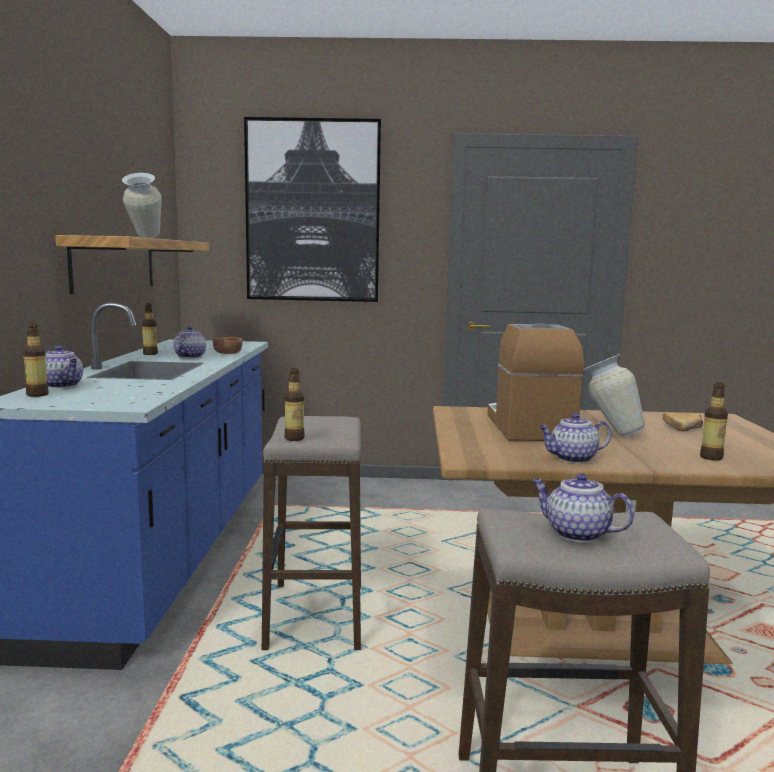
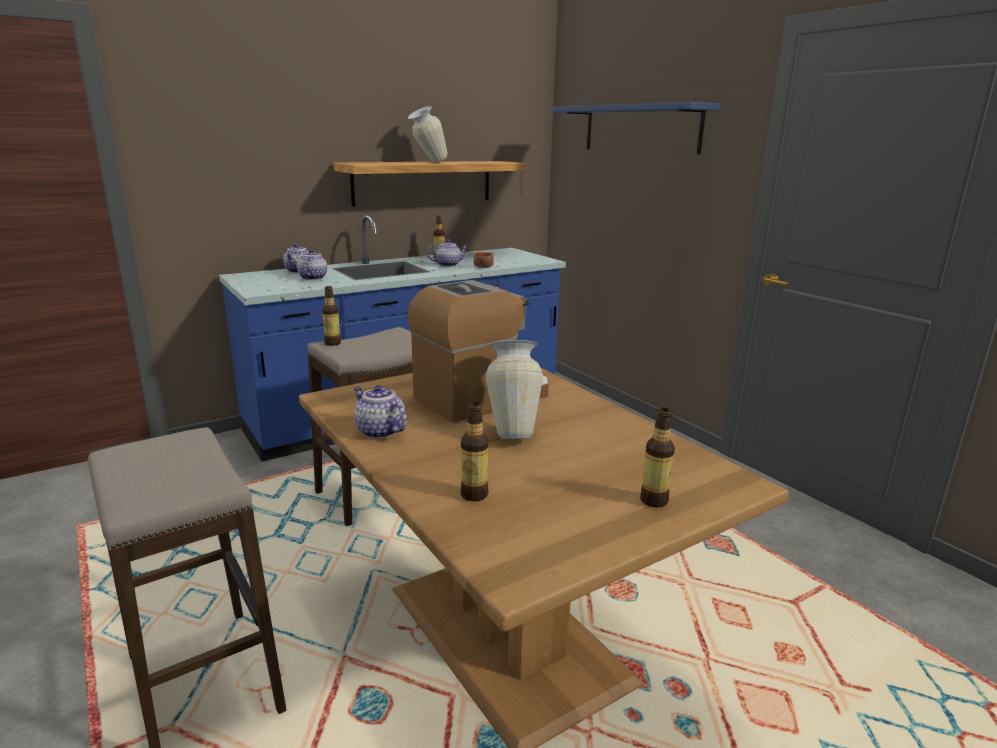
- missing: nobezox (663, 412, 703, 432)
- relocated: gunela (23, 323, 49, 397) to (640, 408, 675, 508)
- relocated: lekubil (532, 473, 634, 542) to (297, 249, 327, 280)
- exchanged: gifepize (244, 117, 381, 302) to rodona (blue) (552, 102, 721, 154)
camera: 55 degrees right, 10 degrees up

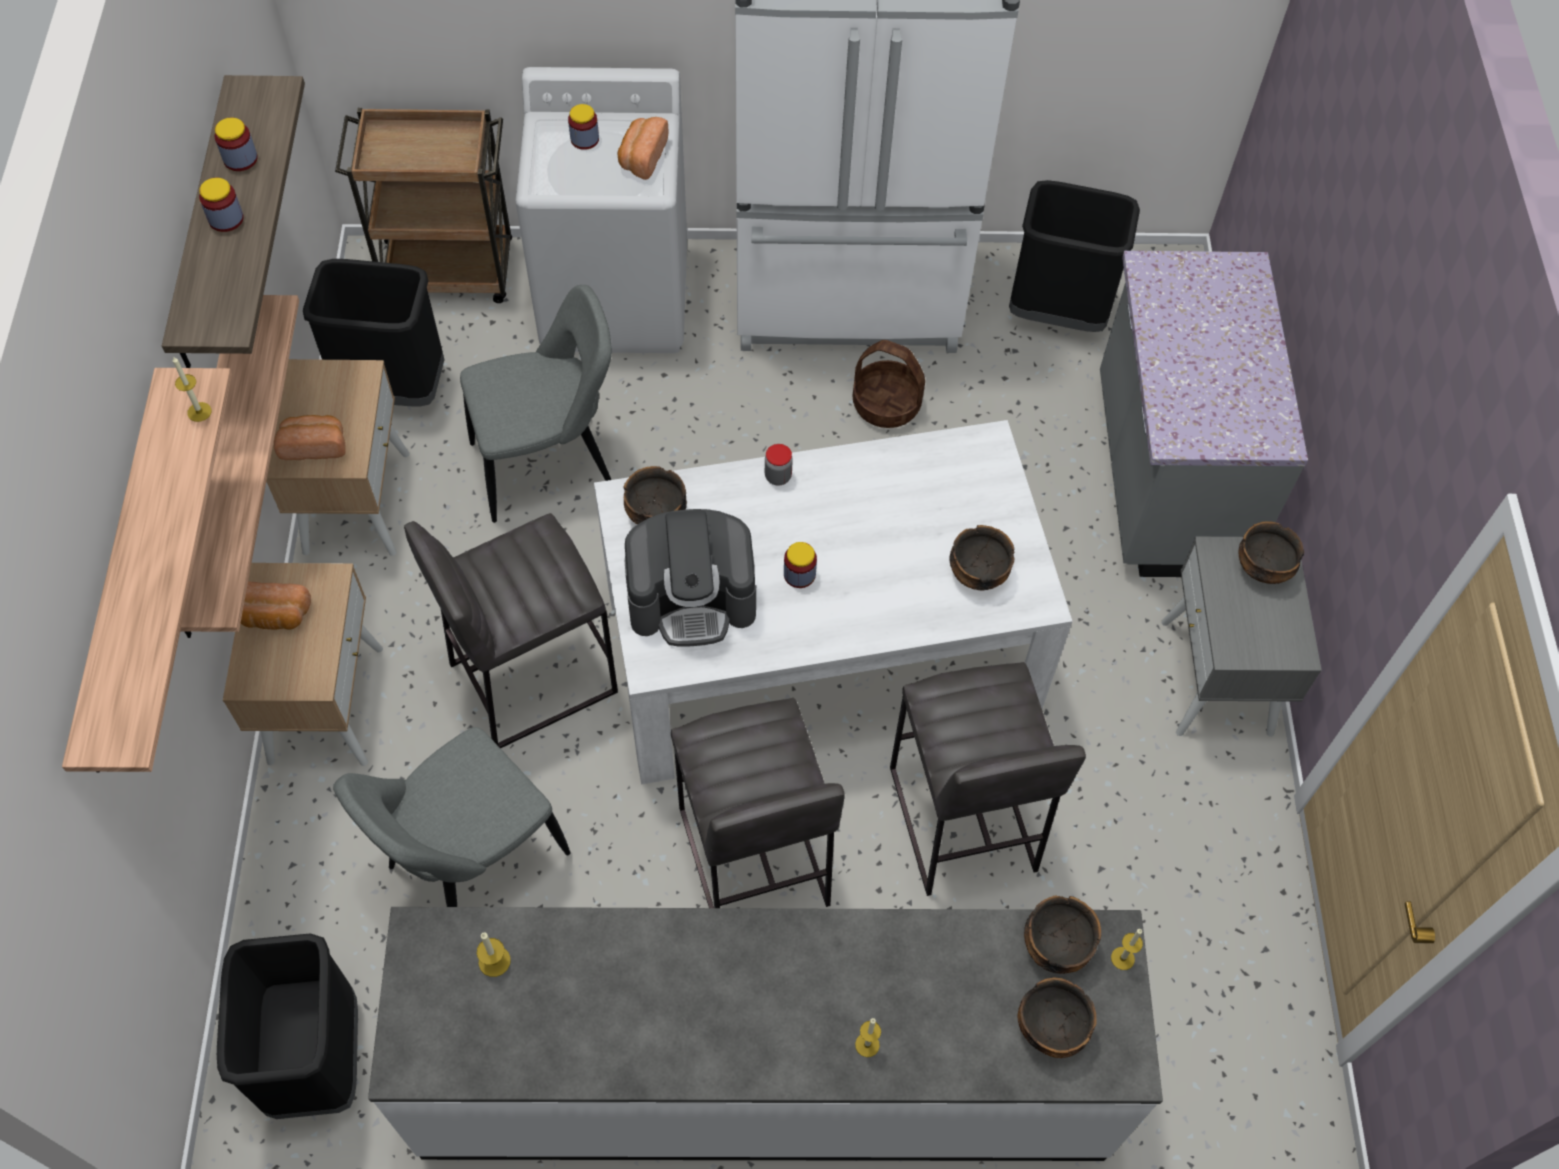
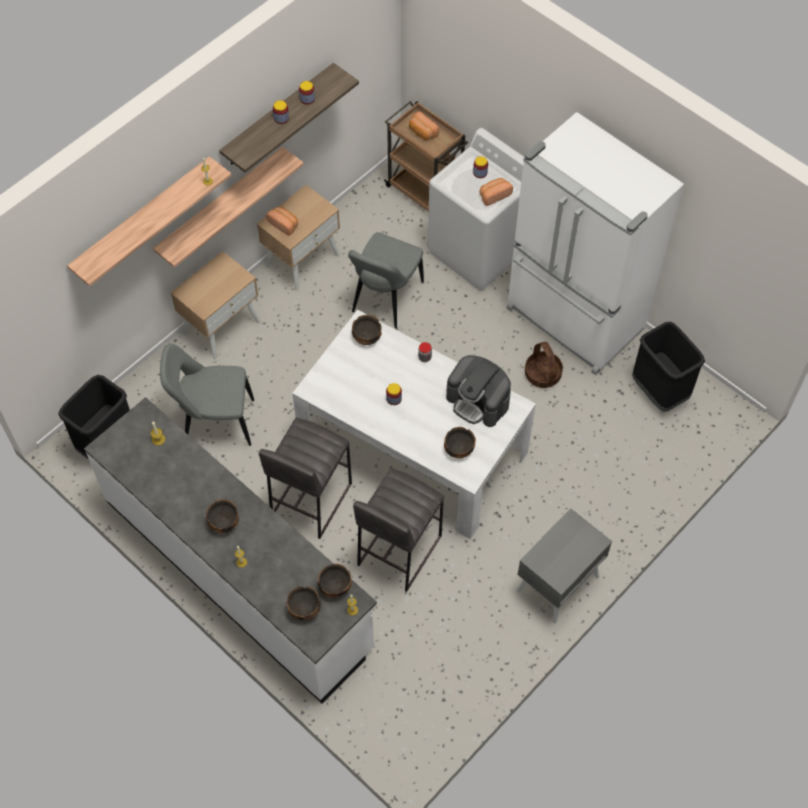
- missing: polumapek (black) (303, 259, 445, 406)
- missing: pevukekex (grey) (404, 513, 618, 748)
- missing: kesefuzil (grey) (1100, 251, 1308, 577)
- relocated: nobezox (241, 581, 311, 630) to (409, 111, 439, 140)
- relocated: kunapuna (625, 509, 756, 647) to (446, 355, 511, 427)
- relocated: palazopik (1239, 521, 1304, 584) to (206, 499, 239, 533)
- spun: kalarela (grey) (460, 285, 612, 523) = (348, 232, 424, 328) 90 degrees clockwise
camera: 45 degrees right, 0 degrees up

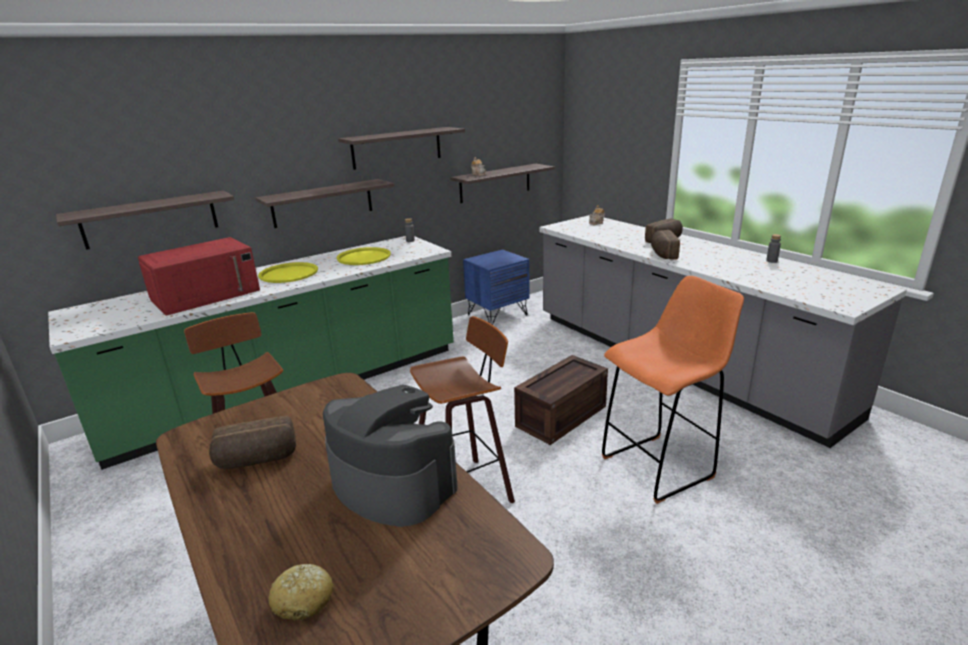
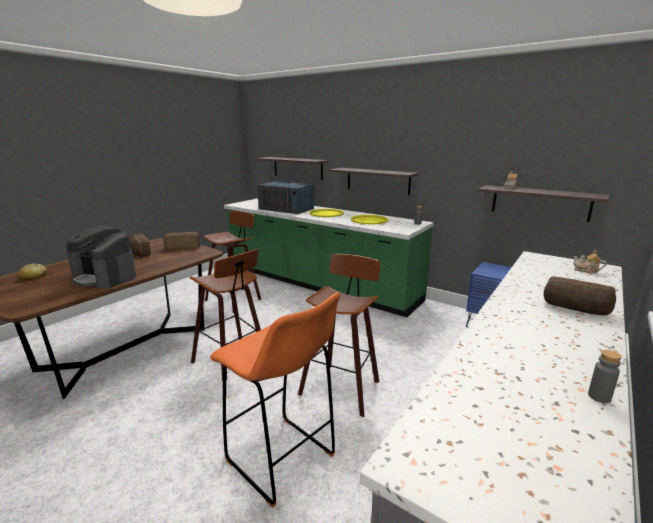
- missing: rodona (338, 127, 465, 170)
- relocated: nobezox (651, 230, 680, 259) to (163, 232, 200, 250)
- exchanged: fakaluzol (514, 355, 608, 445) to pevukekex (298, 254, 381, 417)
- colour: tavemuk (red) (138, 237, 260, 316) to tavemuk (blue) (257, 182, 314, 214)
- spun: kunapuna (323, 385, 458, 527) = (66, 226, 136, 289) 105 degrees clockwise
camera: 70 degrees right, 5 degrees down

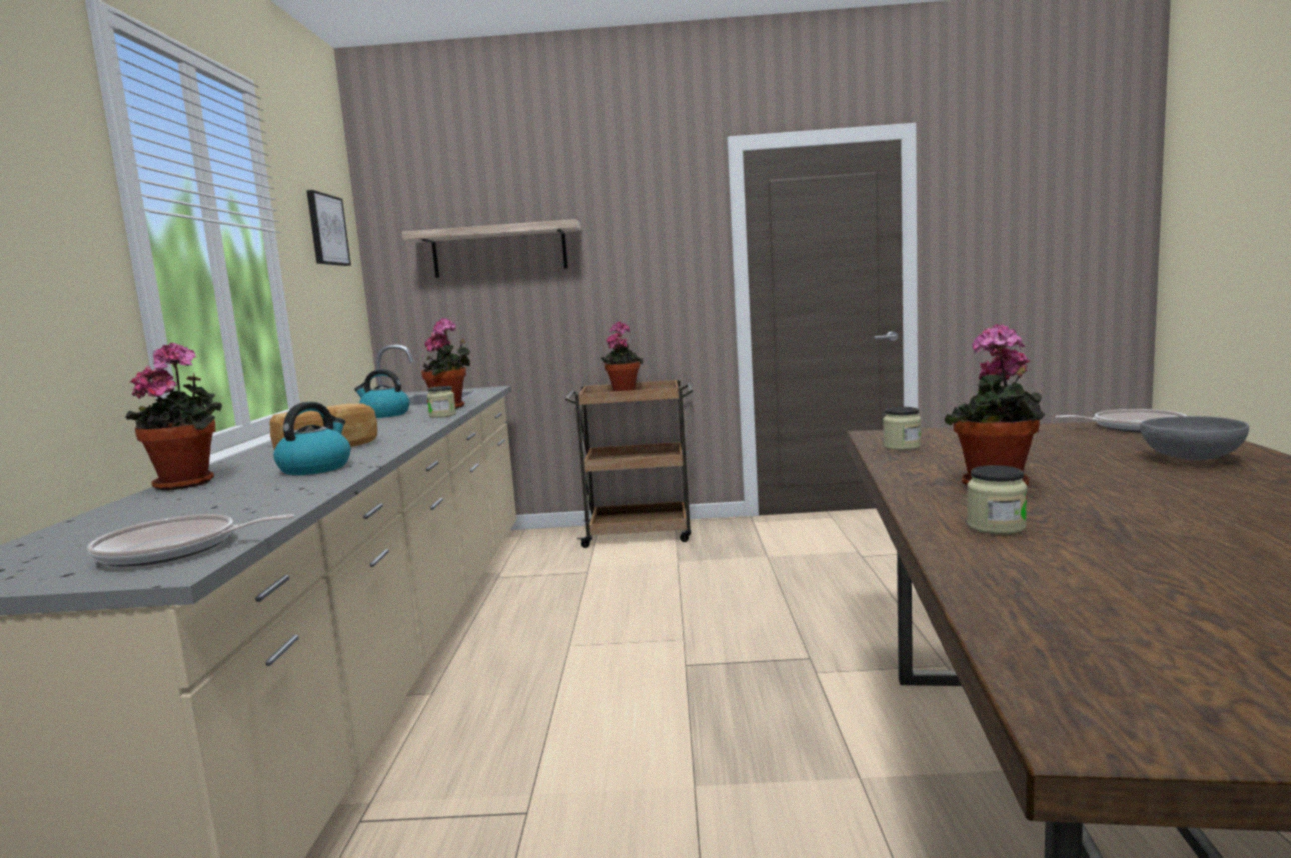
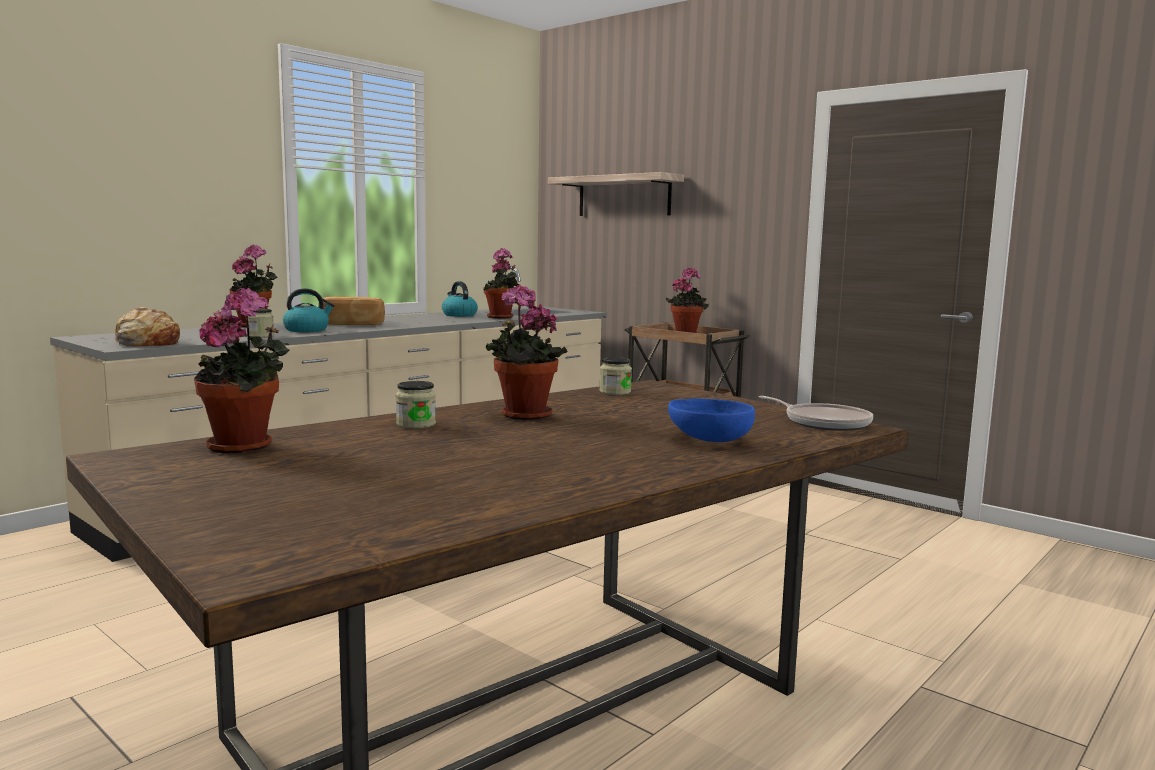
- missing: gifepize (306, 190, 351, 266)
- appeared: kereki (194, 288, 290, 453)
- relocated: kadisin (426, 386, 456, 418) to (248, 309, 274, 338)
- exchanged: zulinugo (88, 514, 294, 567) to nobezox (114, 307, 180, 346)
- colour: palazopik (grey) (1140, 416, 1249, 460) to palazopik (blue) (668, 398, 755, 442)
camera: 40 degrees right, 0 degrees up

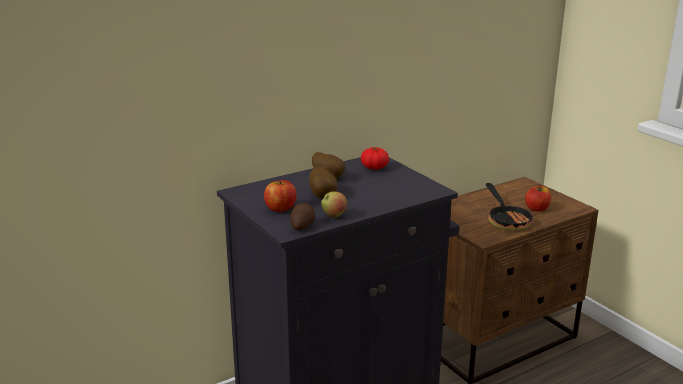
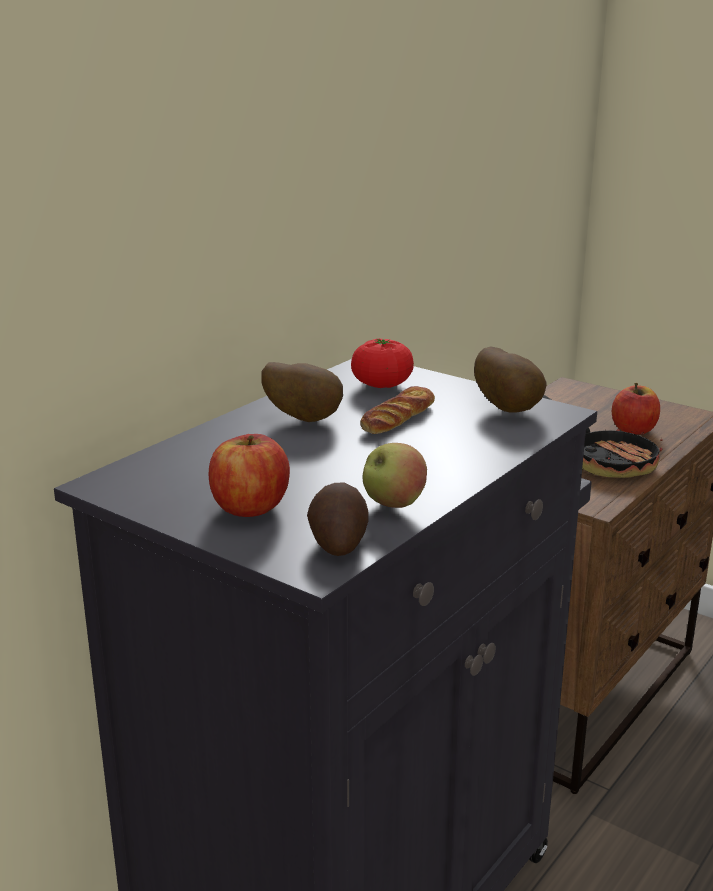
- appeared: nobezox (360, 386, 435, 434)
- relocated: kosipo (309, 166, 337, 198) to (474, 346, 546, 413)
camera: 20 degrees left, 0 degrees up

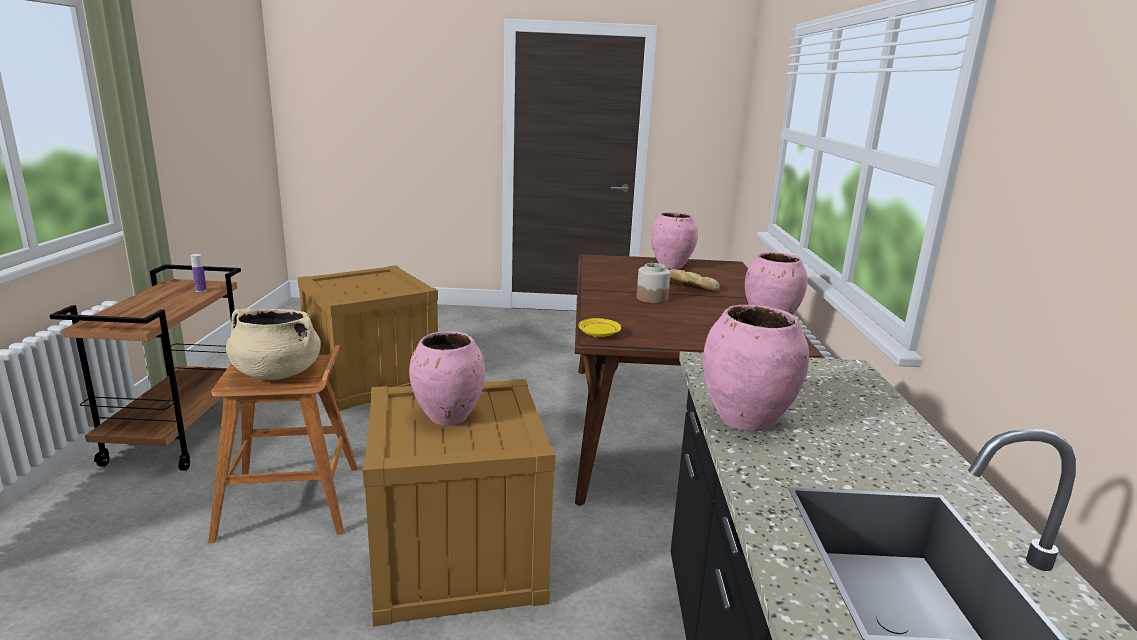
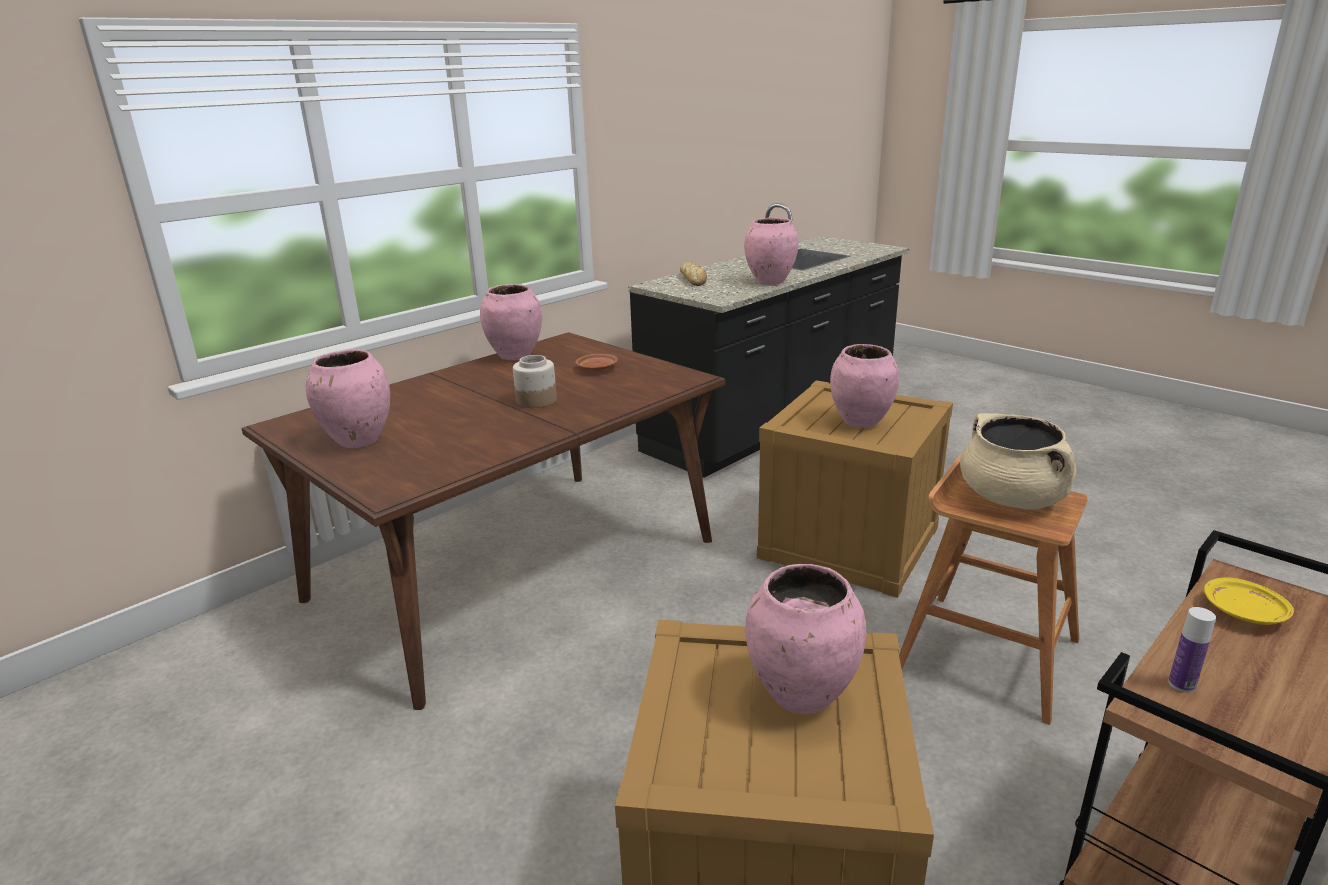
- appeared: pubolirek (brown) (575, 354, 618, 371)
- appeared: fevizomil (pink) (745, 564, 866, 715)
- relocated: pubolirek (yellow) (578, 318, 621, 337) to (1204, 578, 1294, 625)
- relocated: nobezox (670, 269, 720, 292) to (680, 262, 707, 286)
camera: 135 degrees left, 5 degrees up

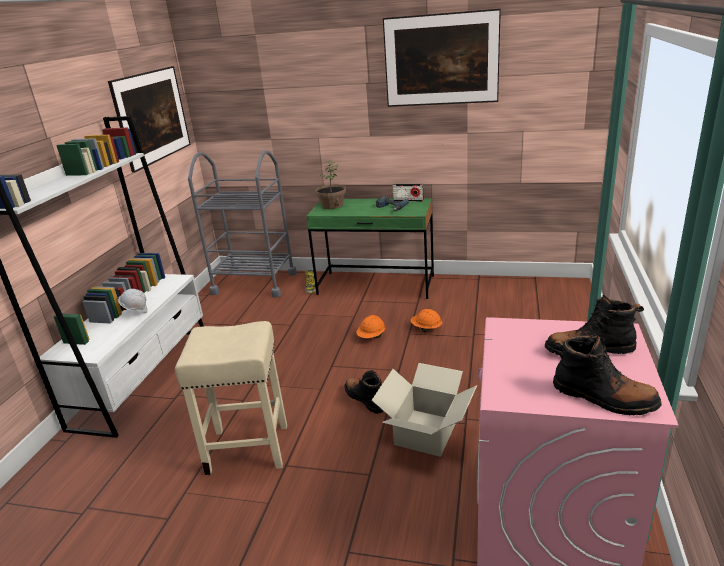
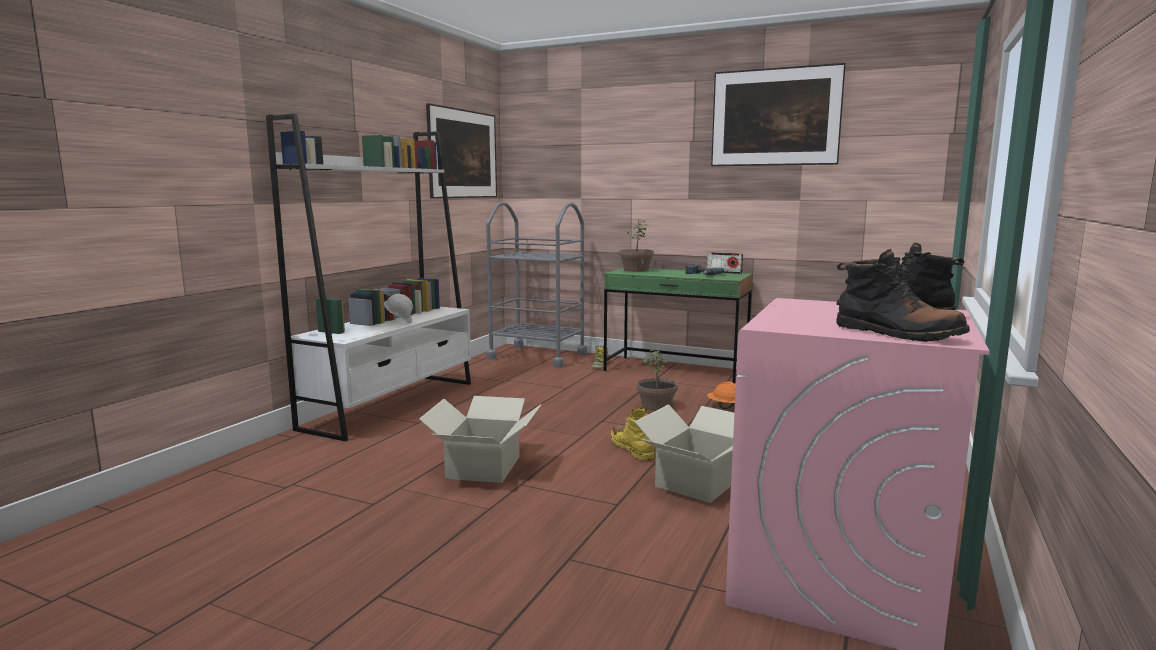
- exchanged: pevukekex (beige) (175, 321, 287, 475) to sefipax (419, 396, 542, 483)
- exchanged: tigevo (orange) (356, 315, 385, 338) to kereki (636, 348, 678, 411)
- colour: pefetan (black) (345, 370, 383, 414) to pefetan (yellow) (611, 407, 654, 461)
camera: 10 degrees right, 15 degrees down

